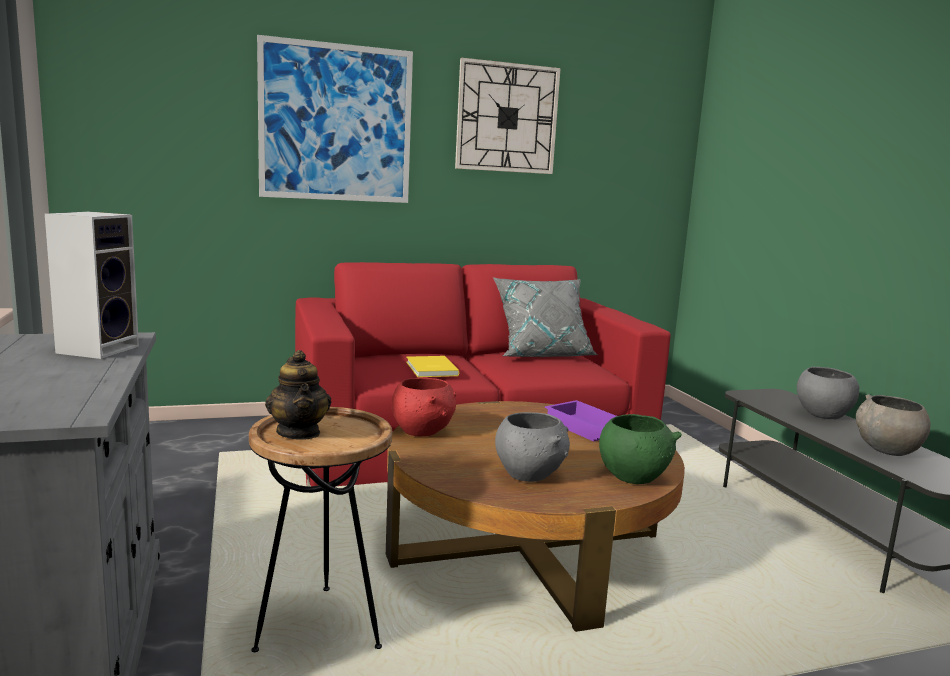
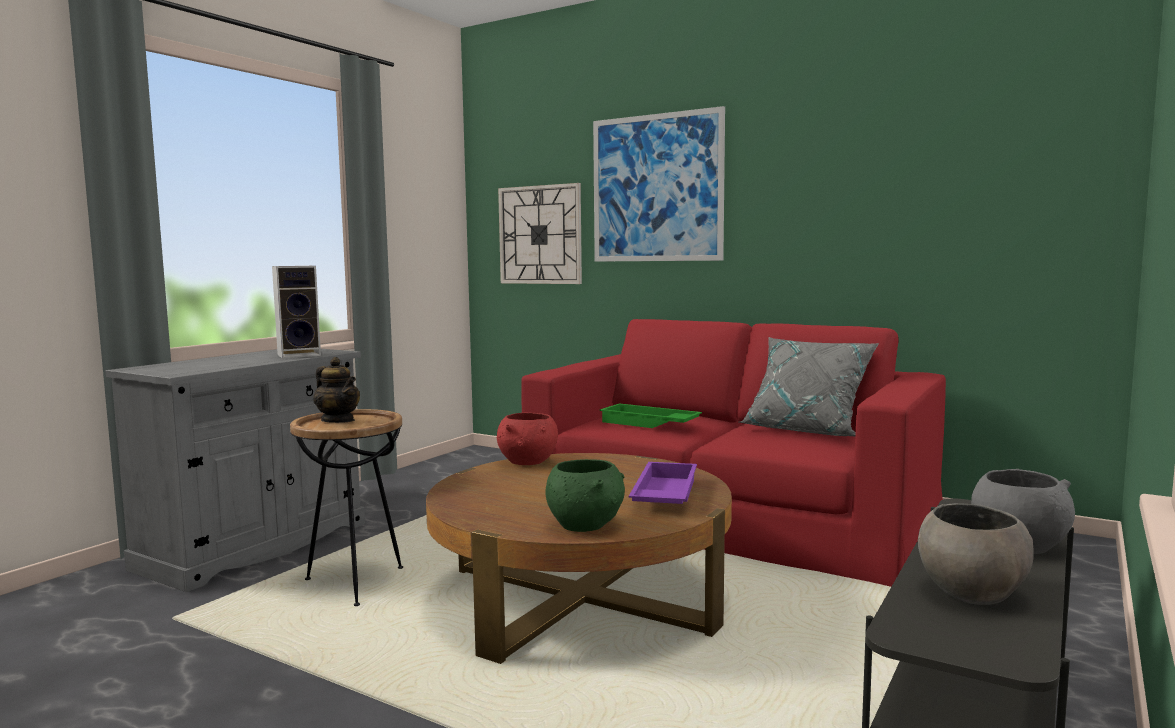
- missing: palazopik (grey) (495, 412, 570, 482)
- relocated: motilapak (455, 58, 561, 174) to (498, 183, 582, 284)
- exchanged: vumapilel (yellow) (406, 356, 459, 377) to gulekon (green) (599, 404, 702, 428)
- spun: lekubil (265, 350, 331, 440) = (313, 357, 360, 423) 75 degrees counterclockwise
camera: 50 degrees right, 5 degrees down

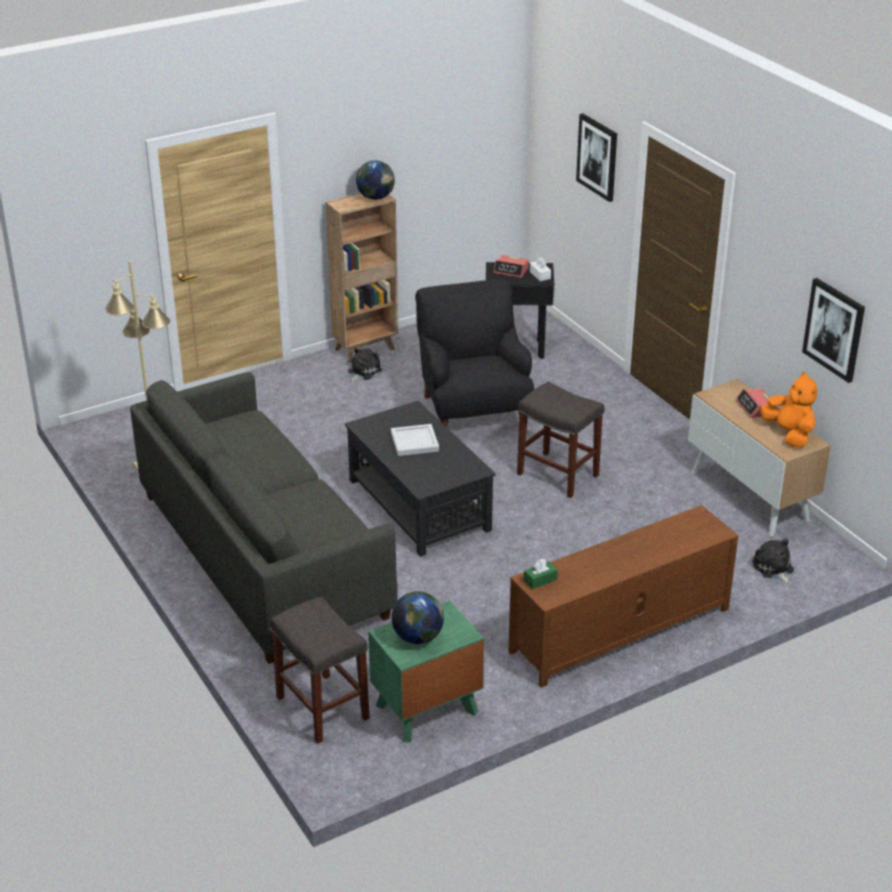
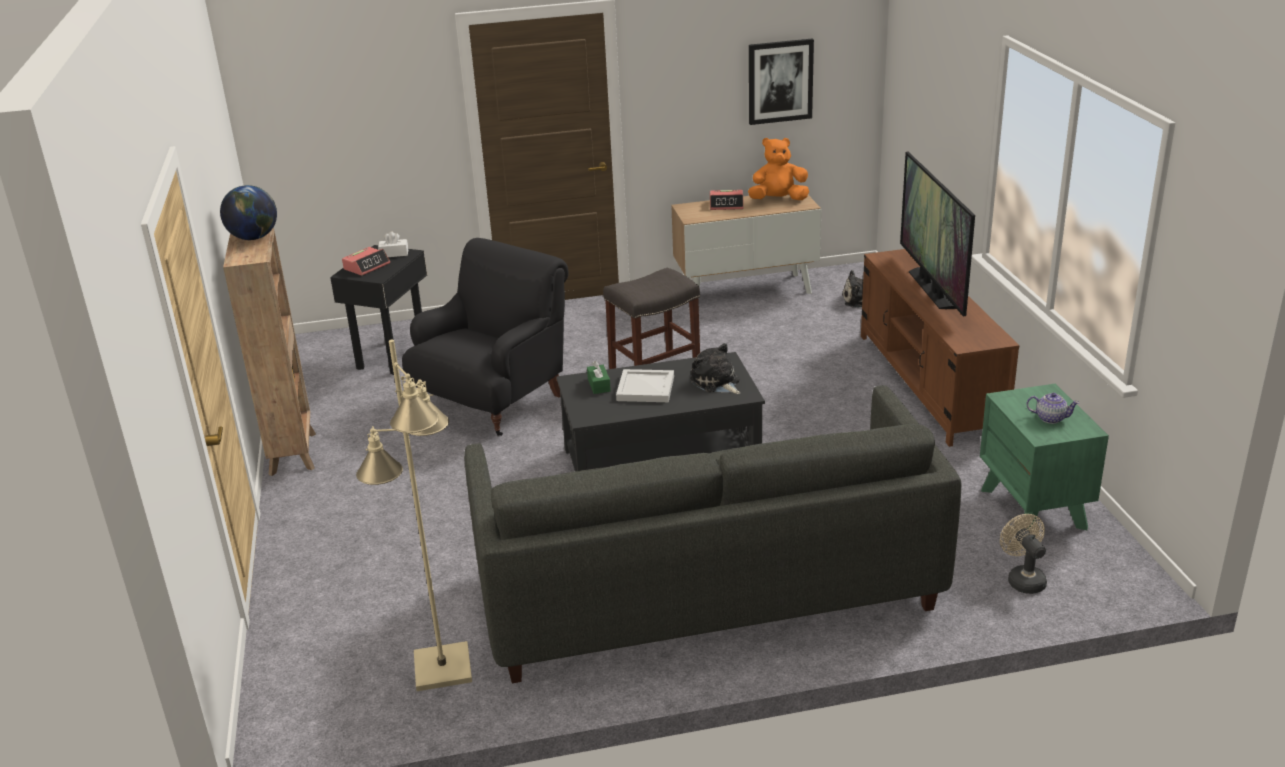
- missing: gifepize (576, 113, 617, 202)
- appeared: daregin (900, 152, 975, 317)
- relocated: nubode (348, 348, 382, 383) to (690, 343, 740, 394)
- relocated: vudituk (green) (524, 559, 558, 589) to (587, 361, 611, 394)
- exchanged: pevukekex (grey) (270, 596, 370, 744) to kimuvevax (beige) (1000, 514, 1047, 594)
- exchanged: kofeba (392, 591, 444, 644) to lekubil (1026, 393, 1080, 424)
- spun: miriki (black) (415, 279, 534, 427) = (402, 238, 569, 436) 120 degrees clockwise
camera: 70 degrees left, 5 degrees down

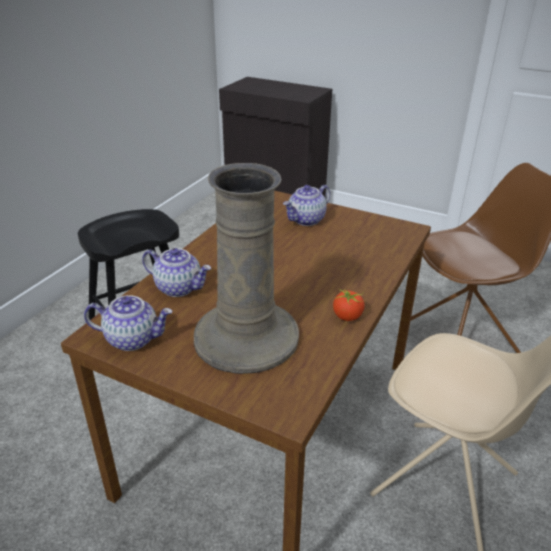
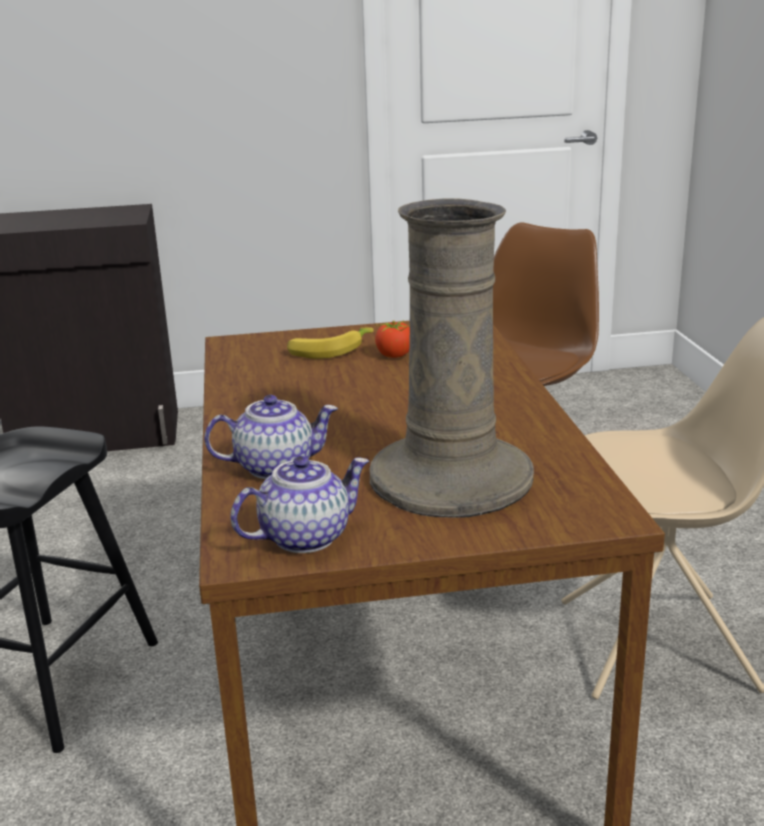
- relocated: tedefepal (333, 289, 365, 321) to (375, 321, 410, 358)
- exchanged: lekubil (283, 185, 330, 226) to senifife (287, 327, 374, 359)
camera: 35 degrees left, 10 degrees down

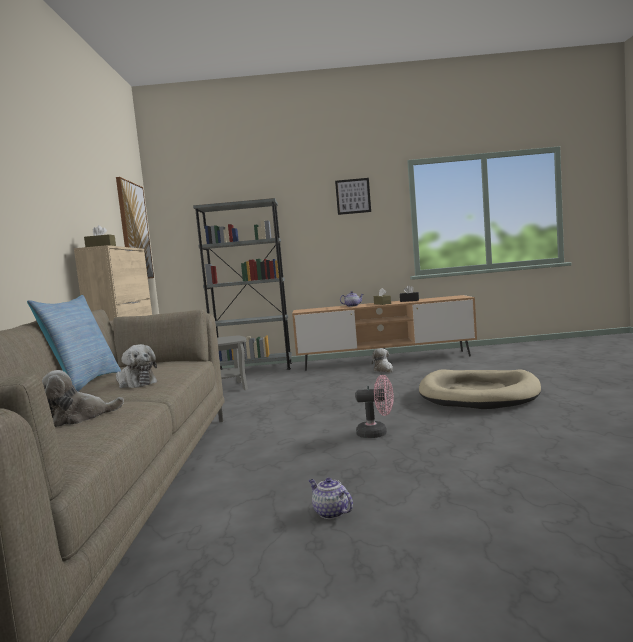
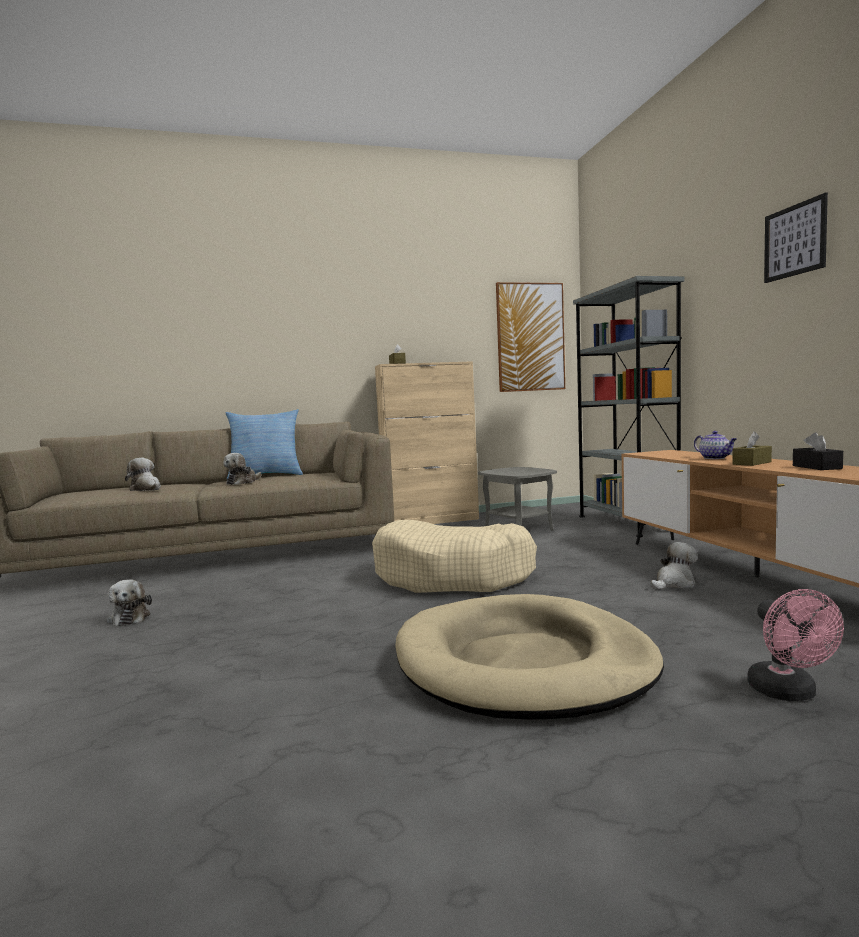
- appeared: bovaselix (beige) (372, 520, 537, 593)
- relocated: kimuvevax (pink) (355, 375, 394, 438) to (747, 589, 844, 701)
- exchanged: lekubil (308, 478, 353, 519) to nubode (107, 580, 152, 626)
camera: 75 degrees right, 0 degrees up

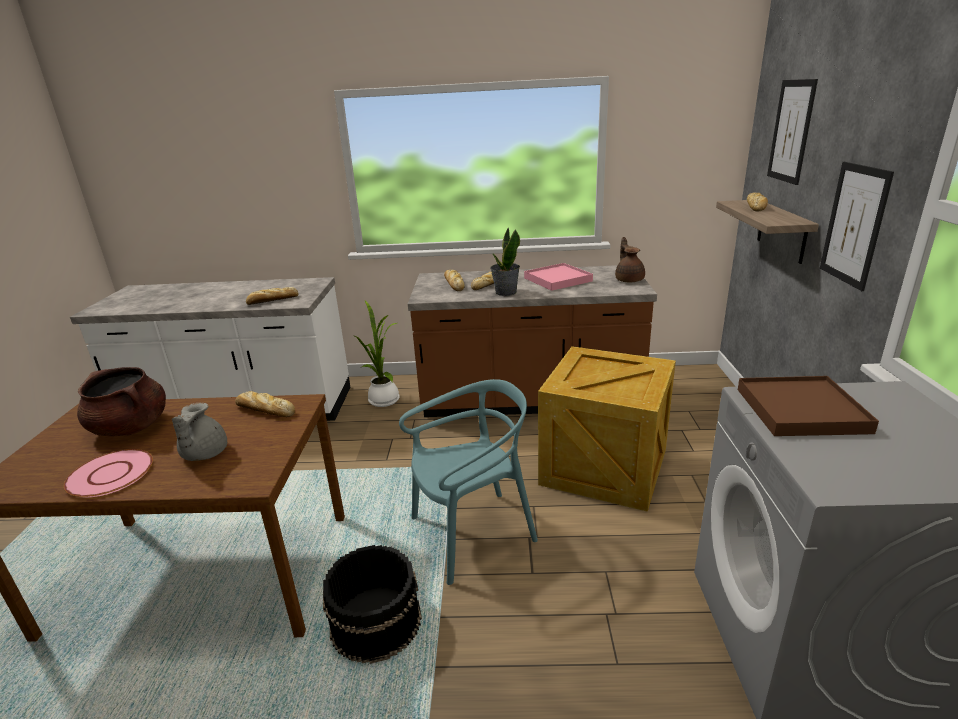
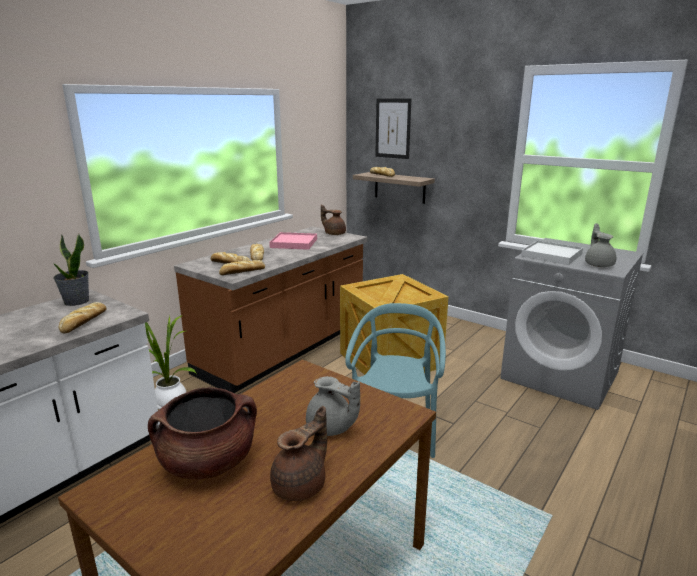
- missing: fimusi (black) (323, 545, 422, 664)
- missing: gifepize (820, 162, 894, 291)
- appeared: lekubil (grey) (585, 223, 616, 267)
- relocated: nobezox (235, 391, 295, 417) to (219, 260, 265, 275)
- relocated: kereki (490, 228, 520, 296) to (53, 234, 89, 306)
- exchanged: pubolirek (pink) (64, 449, 153, 497) to lekubil (brown) (270, 406, 327, 501)
- colour: gulekon (brown) (738, 376, 879, 436) to gulekon (white) (521, 240, 583, 265)
camera: 55 degrees left, 5 degrees down

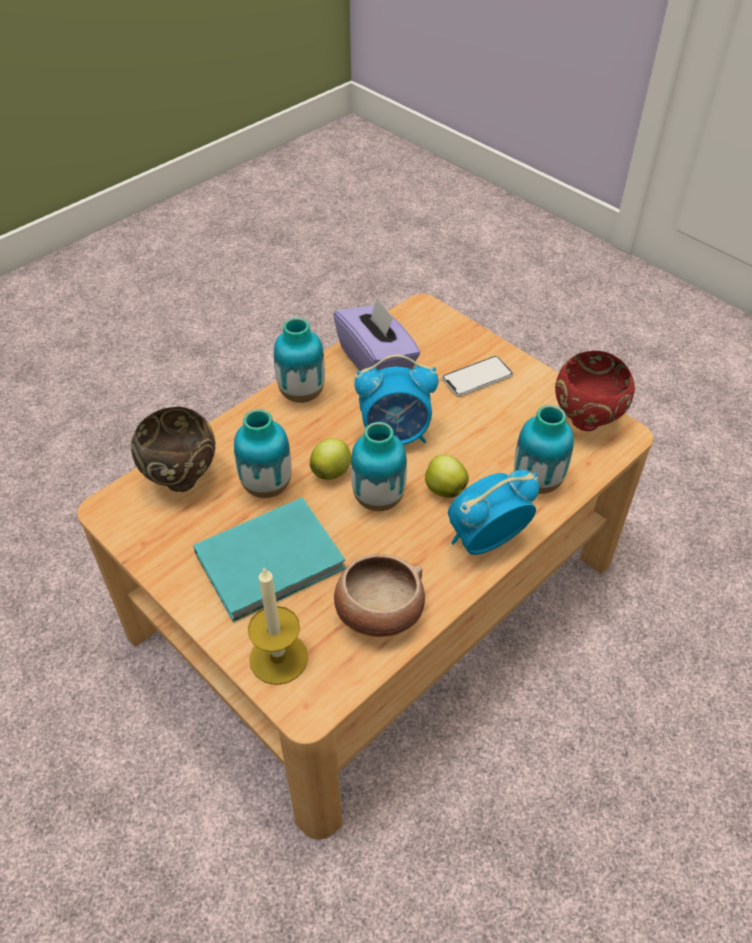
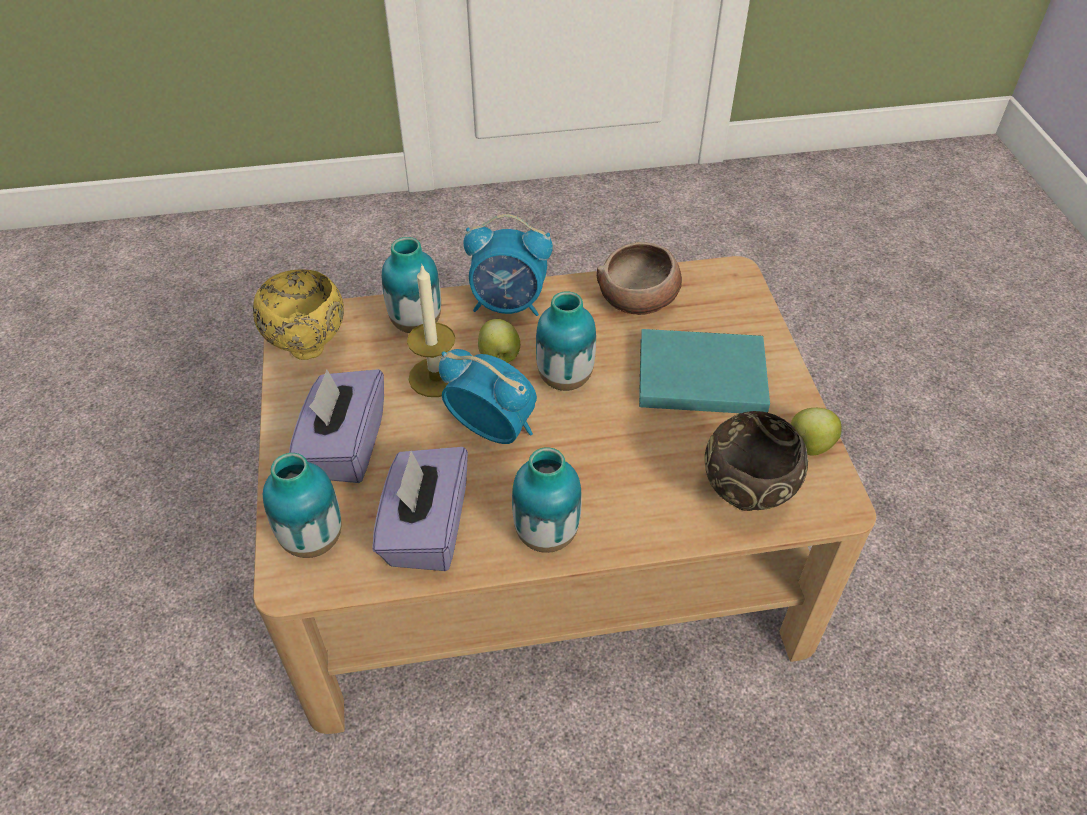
- relocated: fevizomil (234, 409, 291, 498) to (263, 453, 342, 558)
- relocated: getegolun (248, 567, 308, 685) to (407, 264, 455, 397)
- relocated: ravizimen (310, 438, 351, 480) to (791, 408, 842, 456)
- exchanged: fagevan (442, 356, 513, 396) to vudituk (purple) (289, 369, 384, 483)
- colour: palazopik (red) (555, 351, 635, 431) to palazopik (yellow) (253, 269, 344, 360)
camera: 145 degrees left, 0 degrees up

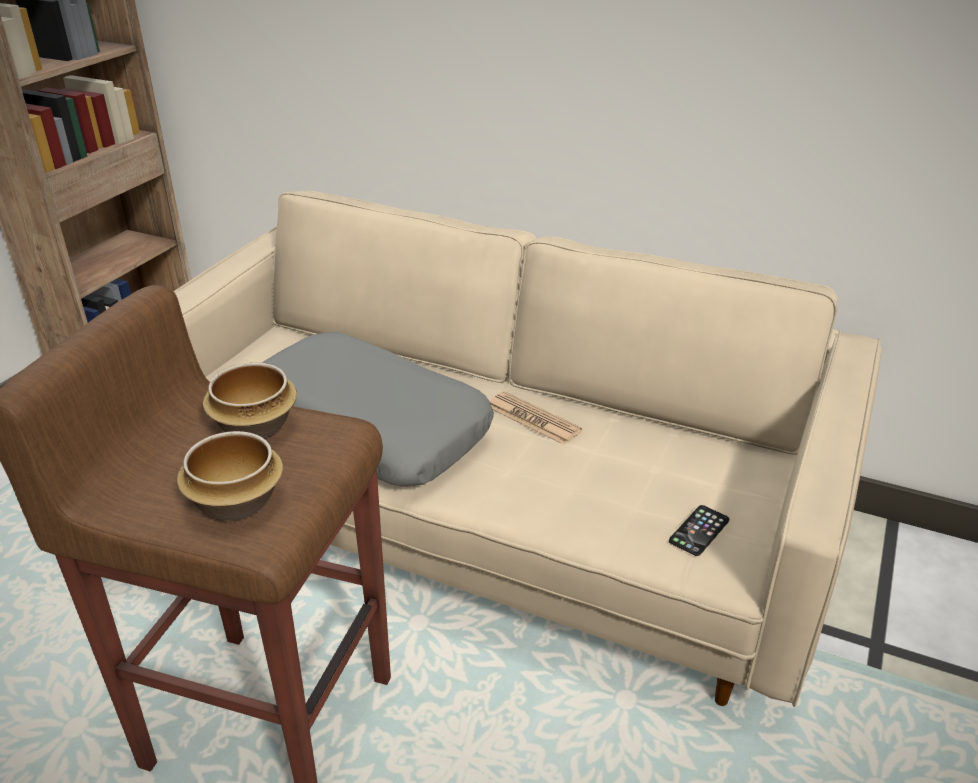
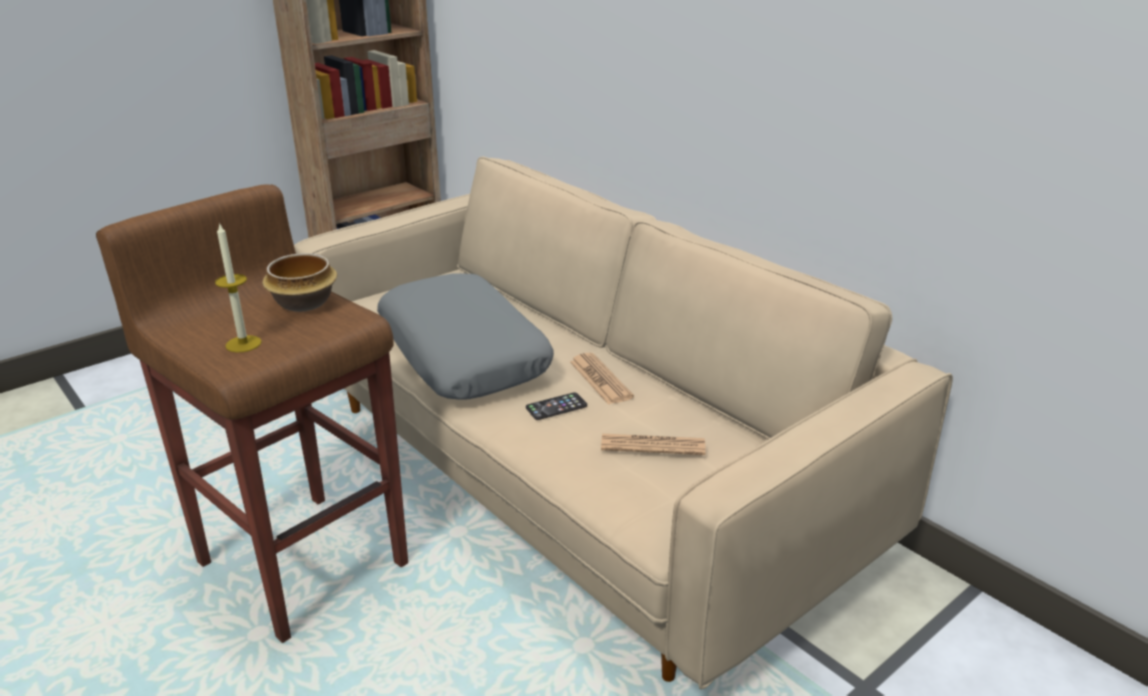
- appeared: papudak (601, 434, 706, 455)
- relocated: fagevan (669, 505, 729, 556) to (526, 392, 587, 420)
- exchanged: palazopik (177, 431, 283, 521) to getegolun (215, 222, 262, 353)
camera: 25 degrees right, 5 degrees down

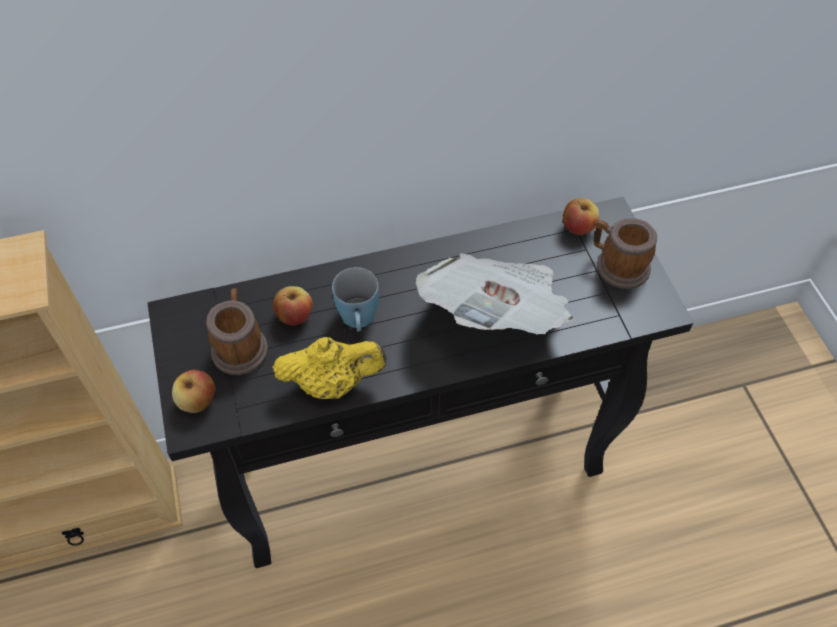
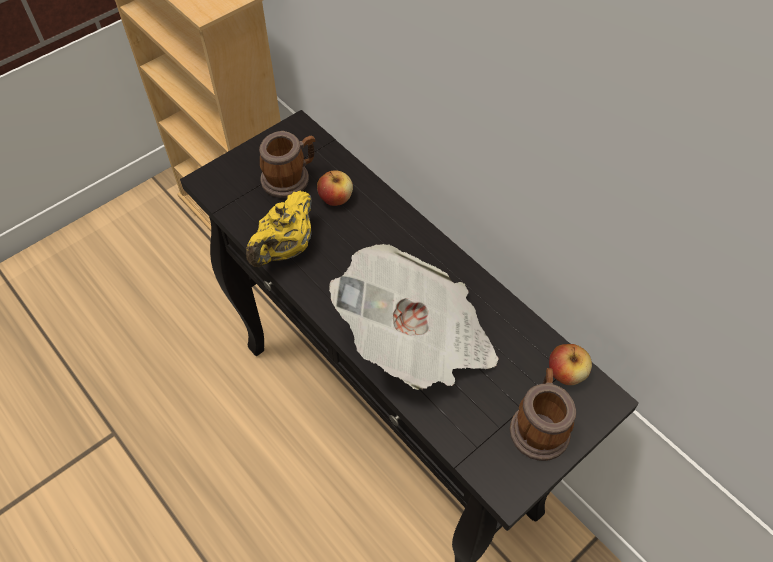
- missing: ravizimen (172, 370, 216, 413)
- missing: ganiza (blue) (332, 267, 379, 332)
- spun: lekubil (yellow) (272, 337, 387, 399) = (246, 191, 312, 267) 60 degrees clockwise
camera: 65 degrees right, 0 degrees up

